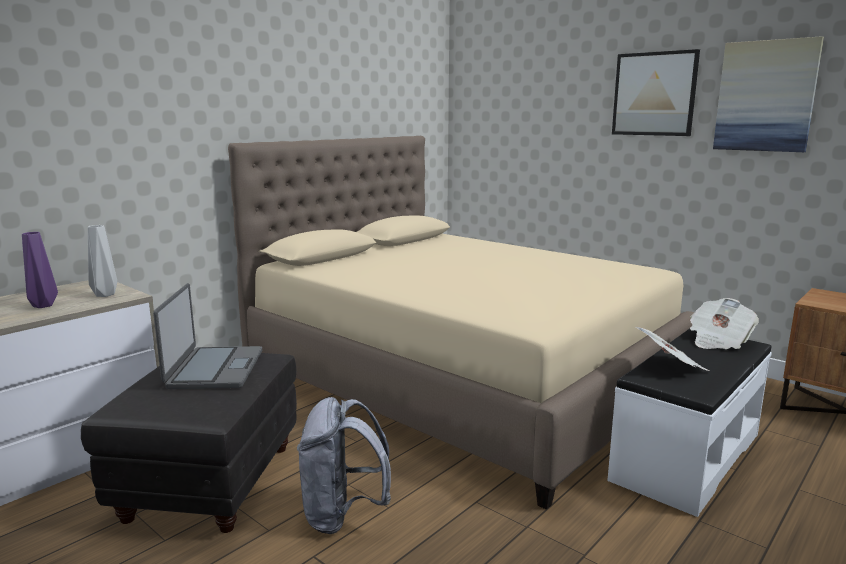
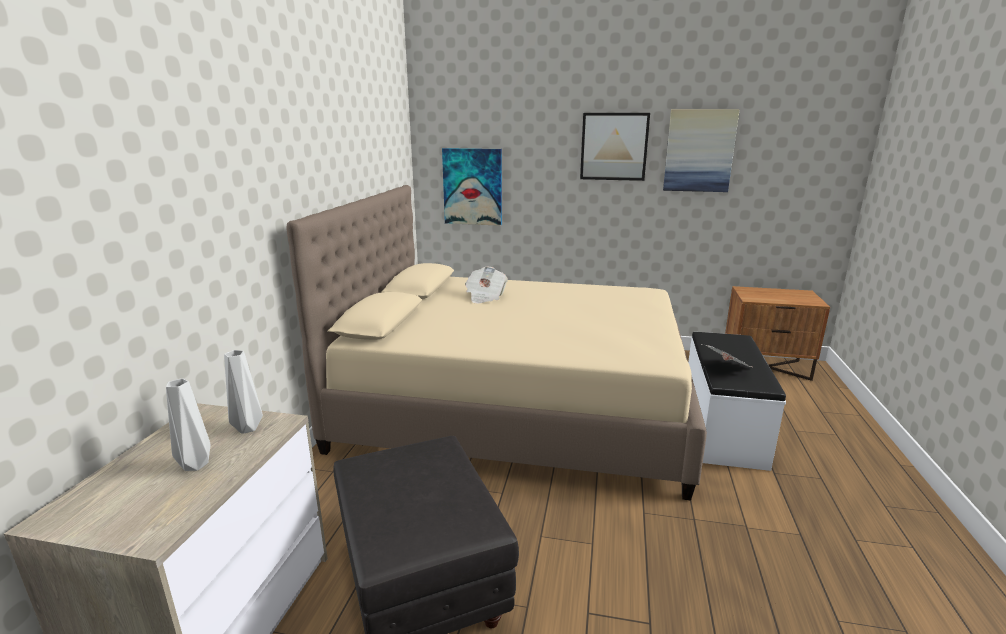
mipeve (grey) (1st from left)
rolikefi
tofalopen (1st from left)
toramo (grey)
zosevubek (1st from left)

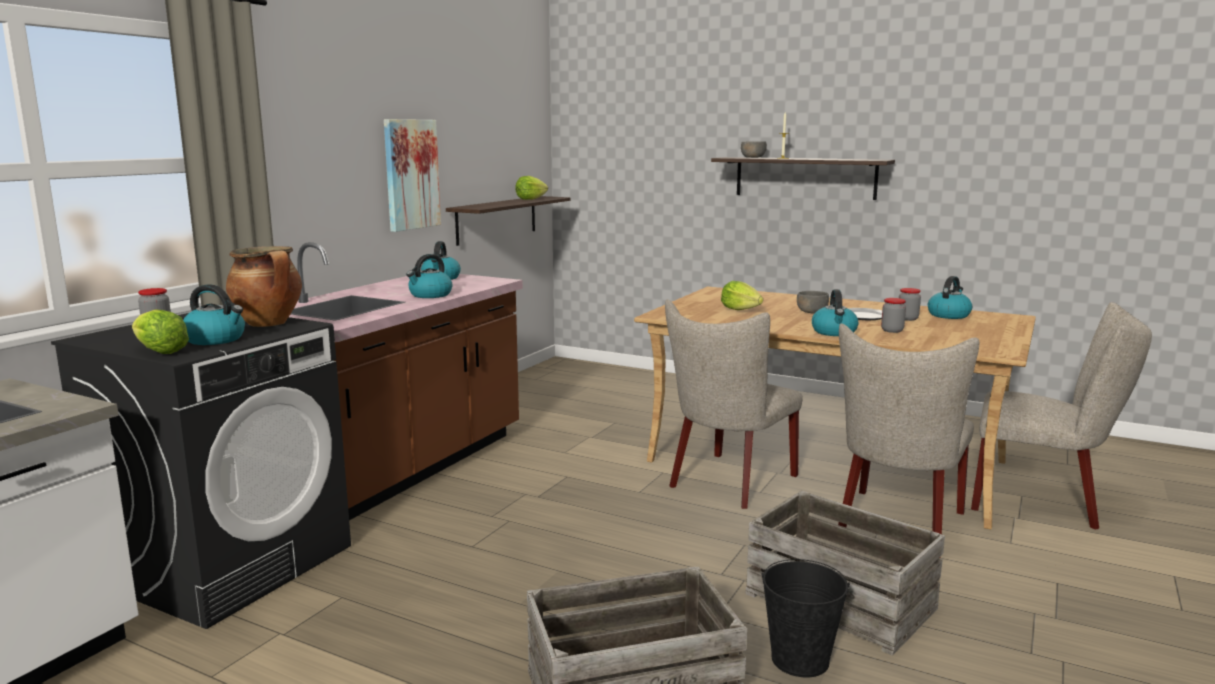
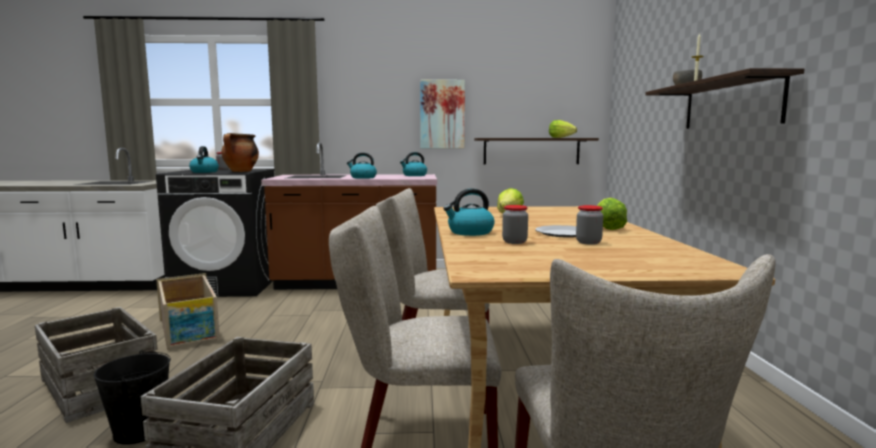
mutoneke (5th from left in the first image)
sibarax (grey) (2nd from left in the first image)
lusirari (3rd from left)
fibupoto (2nd from left)

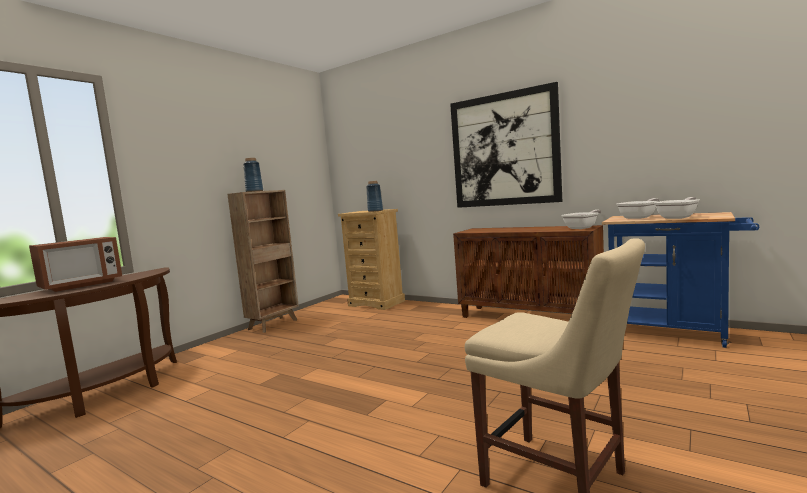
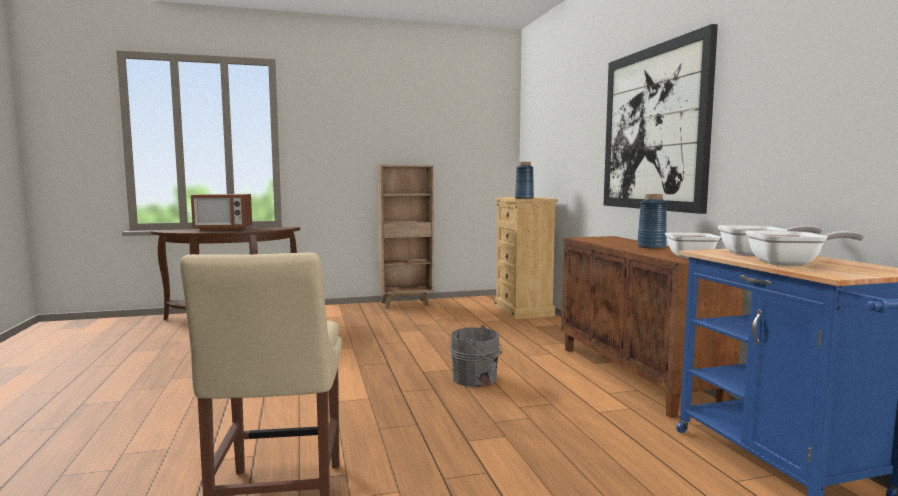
mipeve (blue) (2nd from left)
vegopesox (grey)

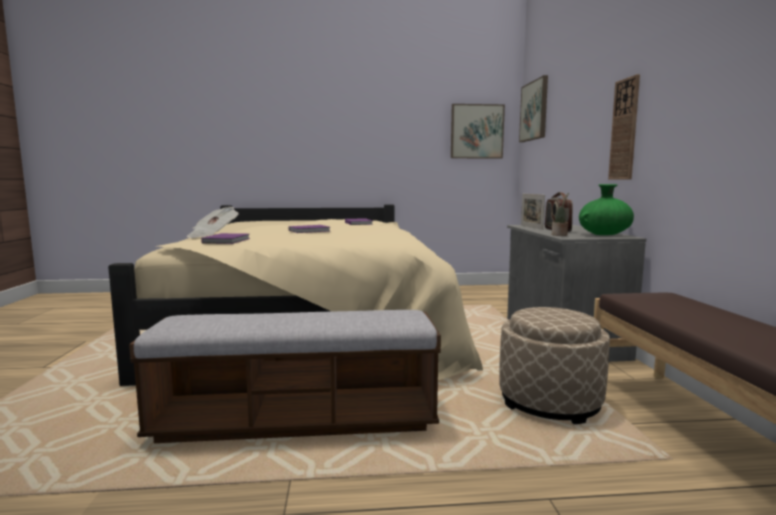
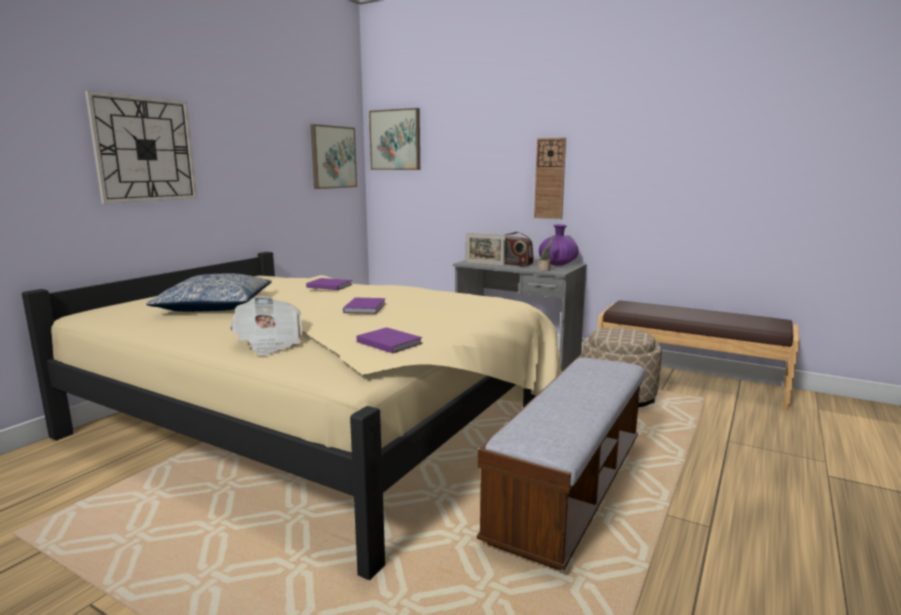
mipeve (purple)
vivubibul (1st from left)
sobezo

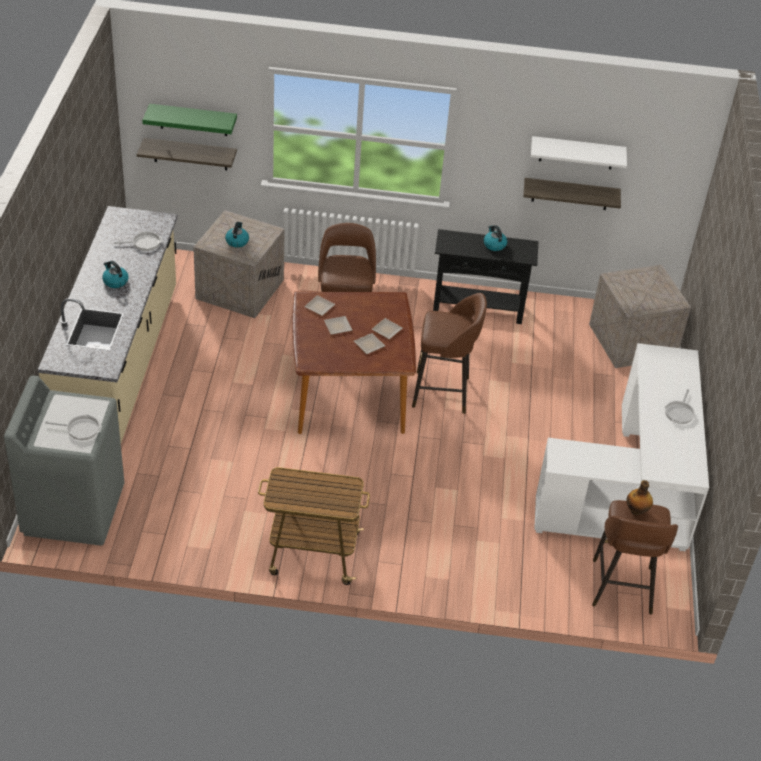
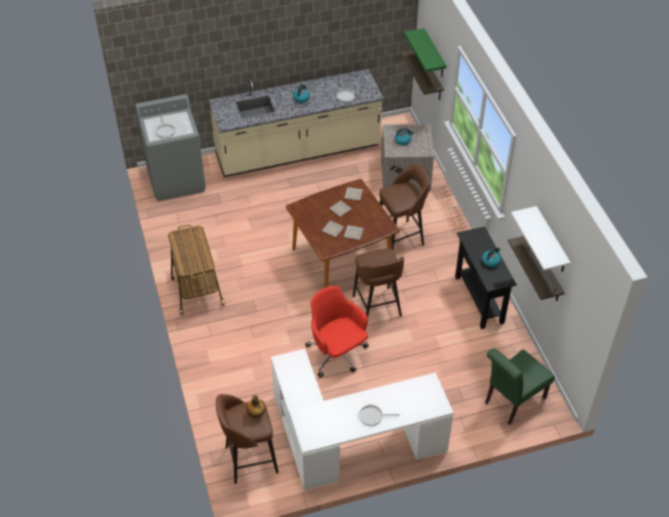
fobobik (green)
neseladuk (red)

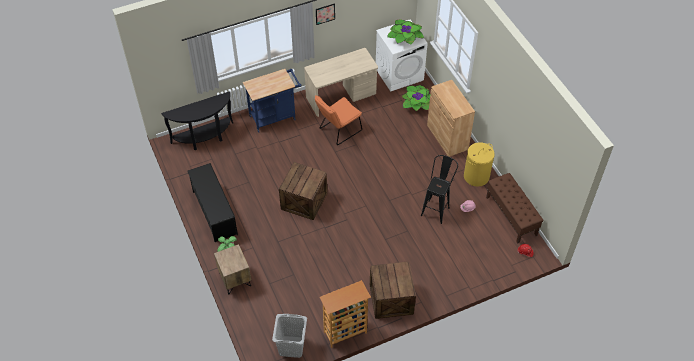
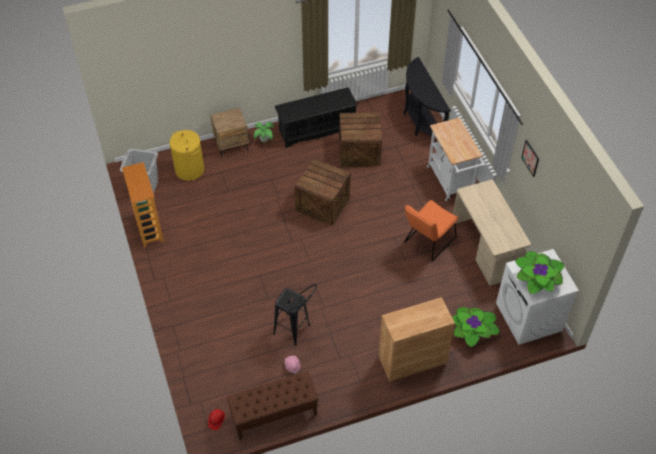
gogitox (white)
fobobik (orange)
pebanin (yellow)
fibupoto (2nd from left)

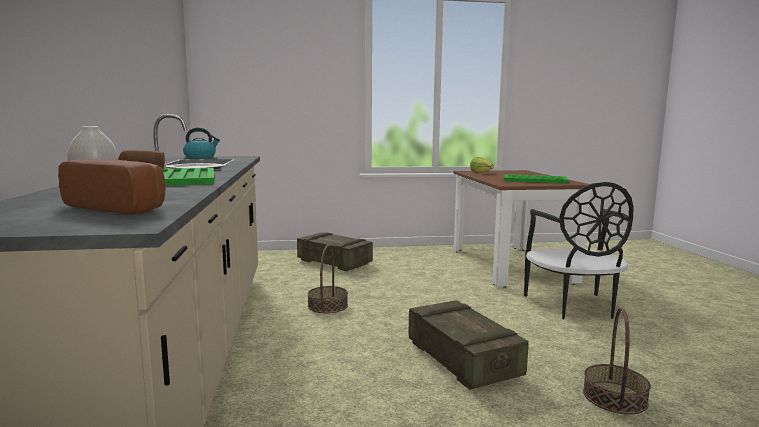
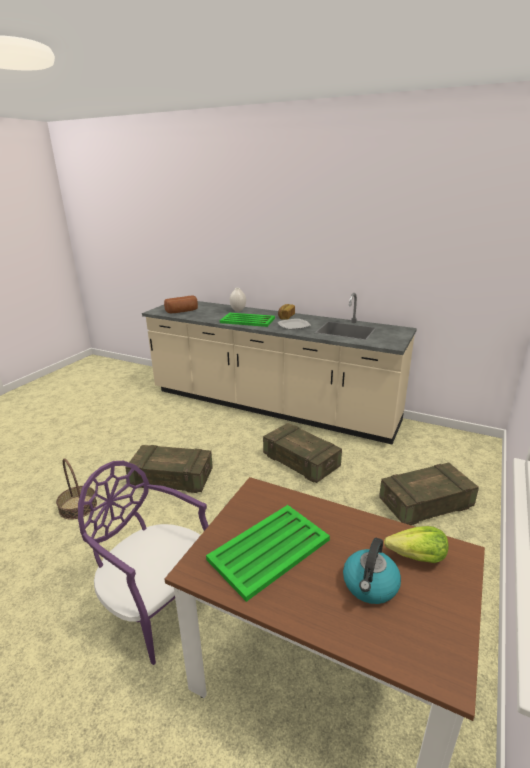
mutoneke
fobobik (purple)
fibupoto (2nd from left)

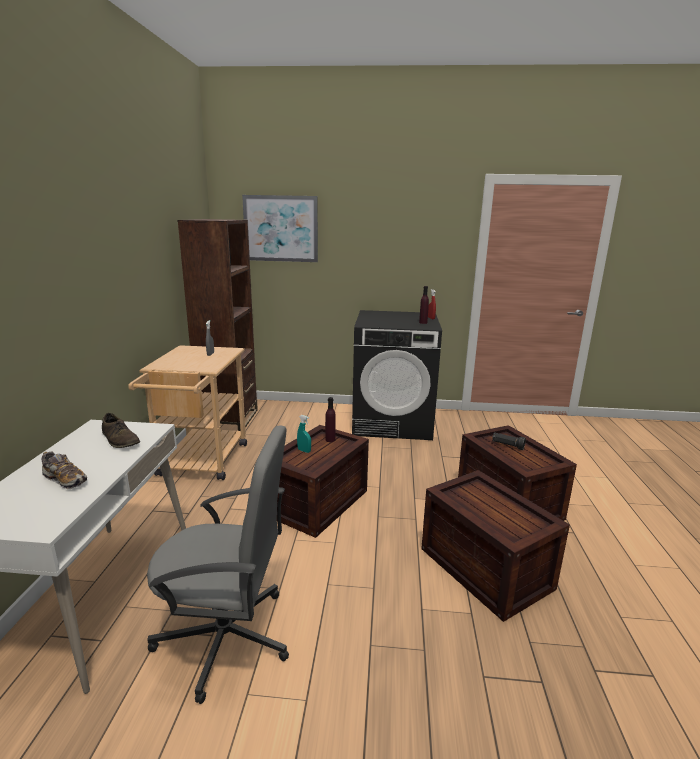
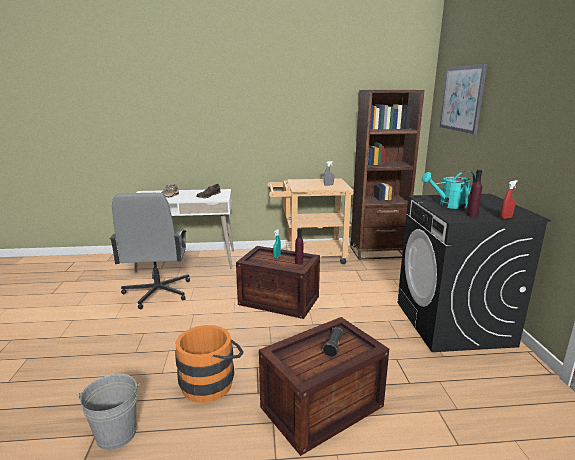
vegopesox (orange)
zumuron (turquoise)
vegopesox (grey)

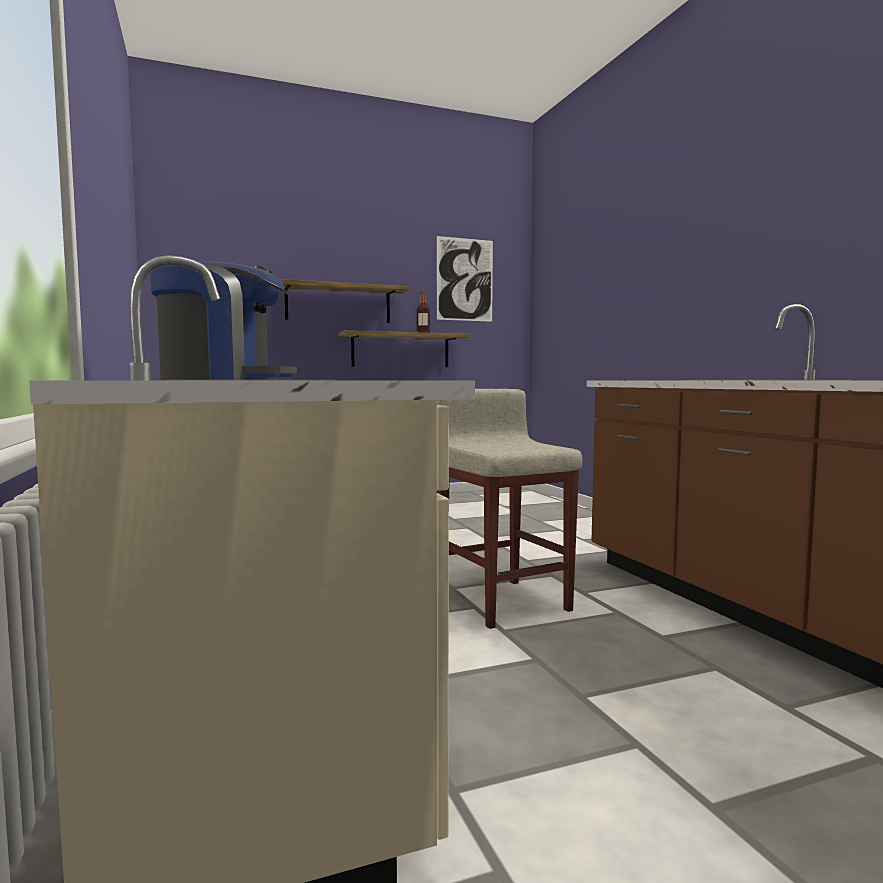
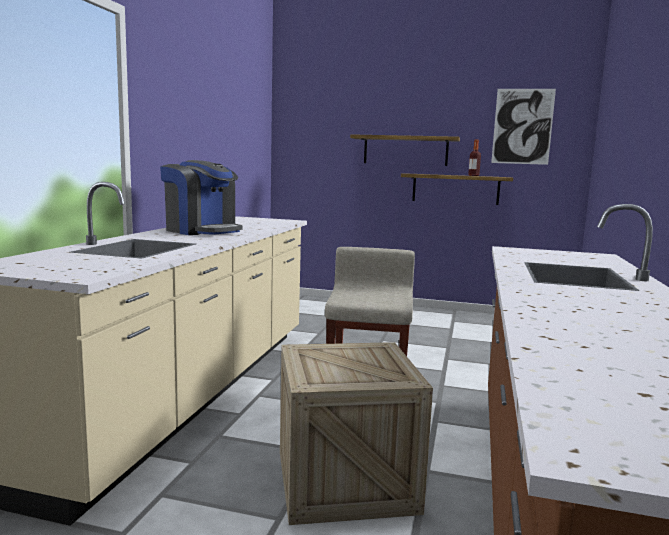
fibupoto

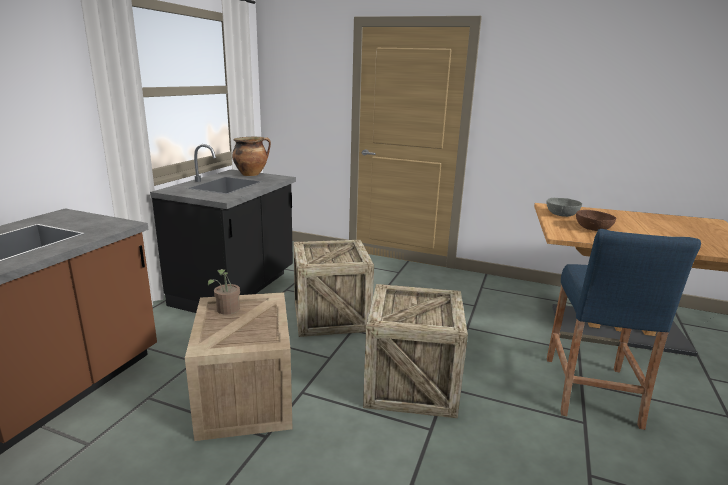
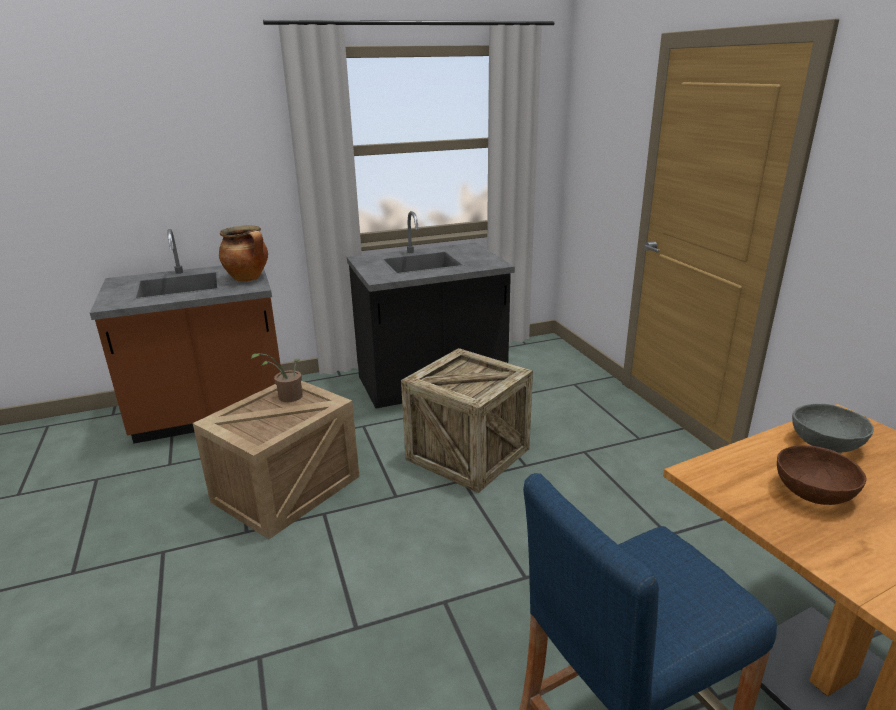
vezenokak
fibupoto (3rd from left in the first image)

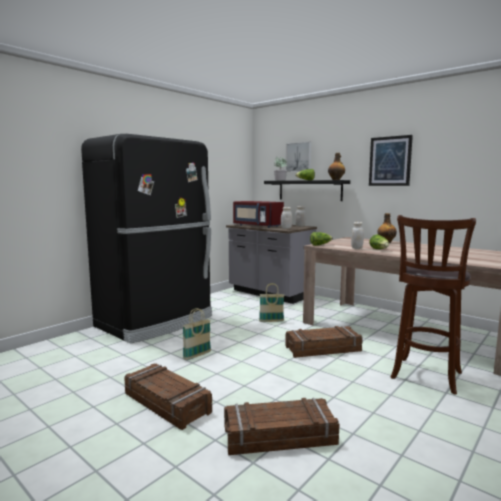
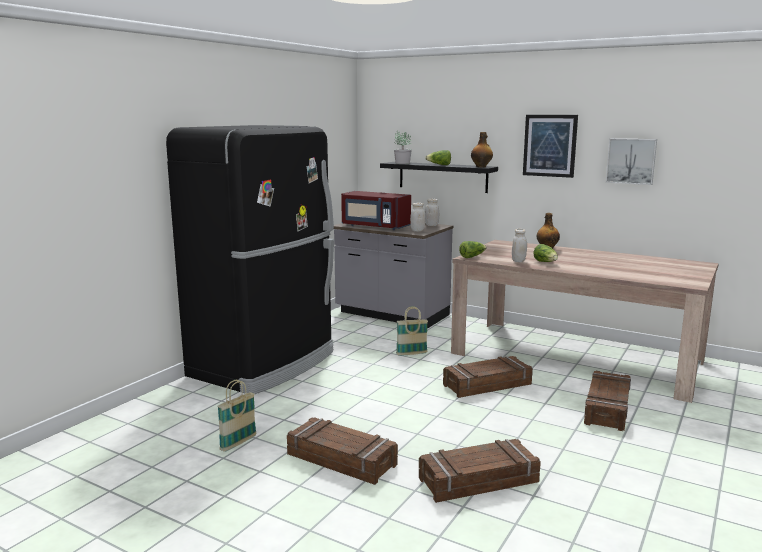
zosevubek (2nd from left)
fibupoto (4th from left)
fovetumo (1st from left)

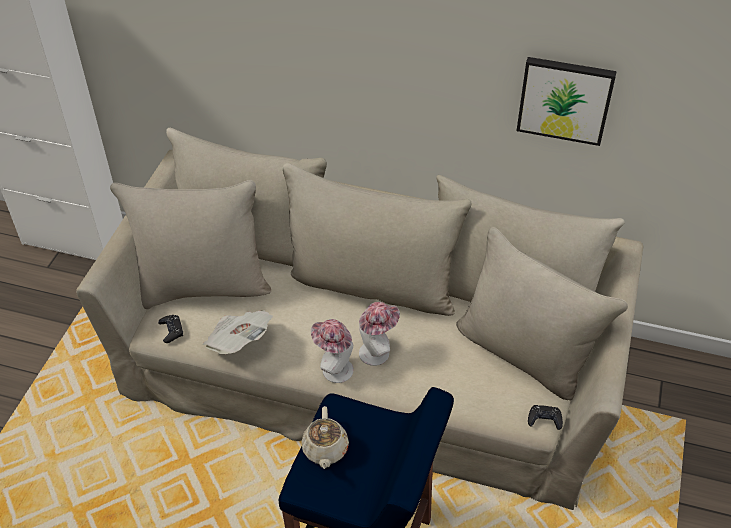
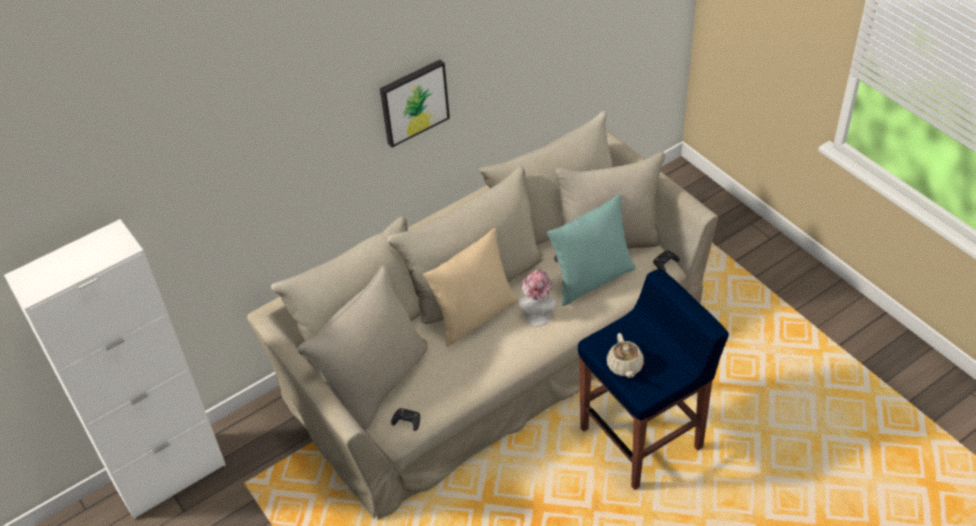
zosevubek
tofalopen
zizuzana (1st from left in the first image)
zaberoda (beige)
sobezo (turquoise)
sobezo (beige)

